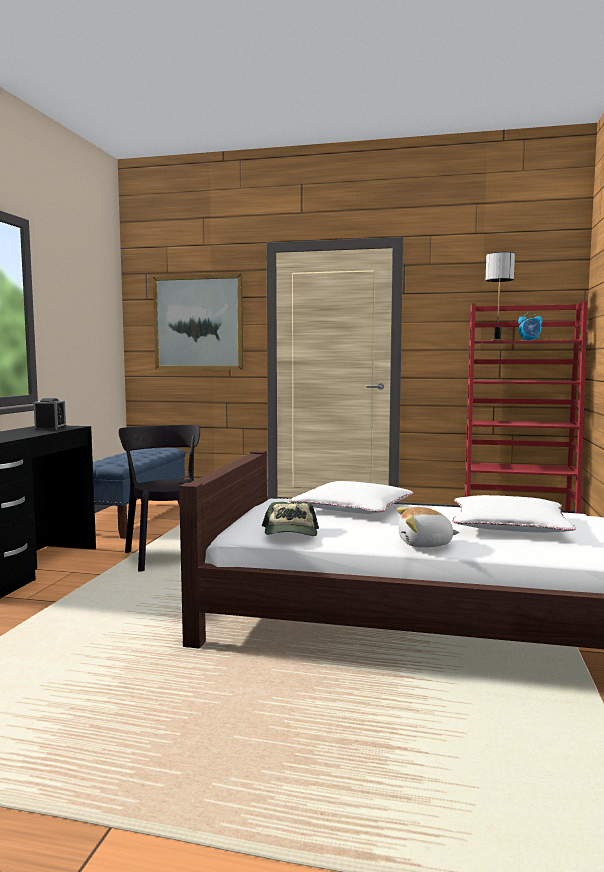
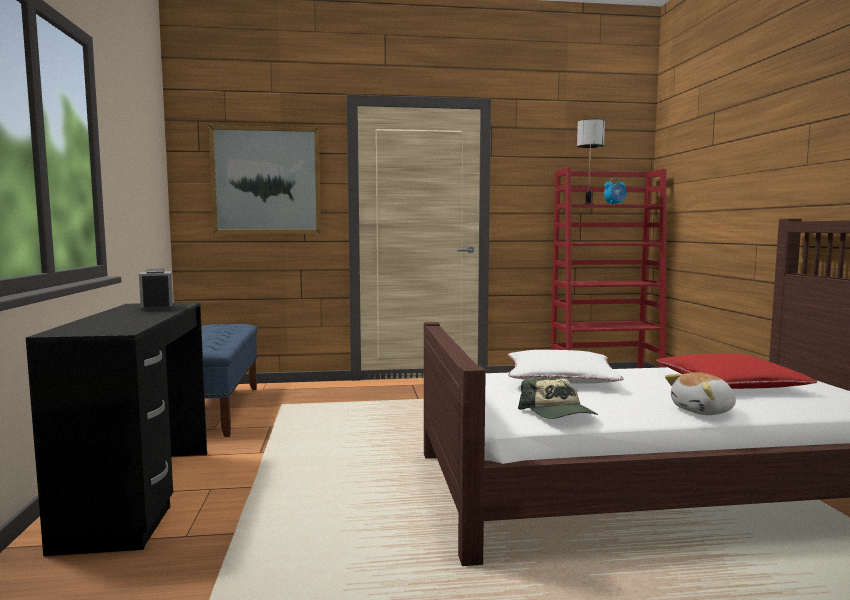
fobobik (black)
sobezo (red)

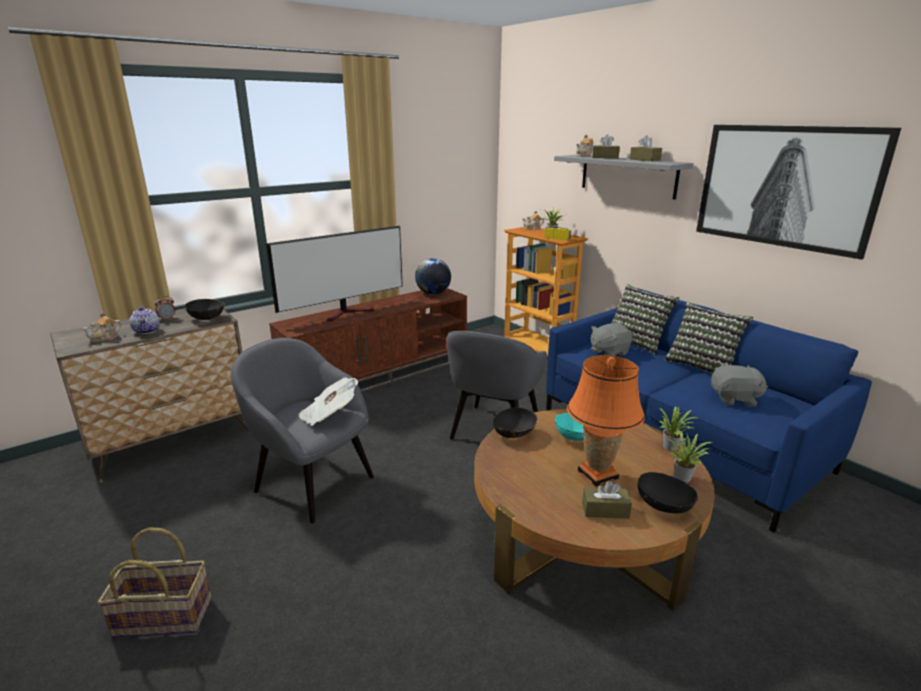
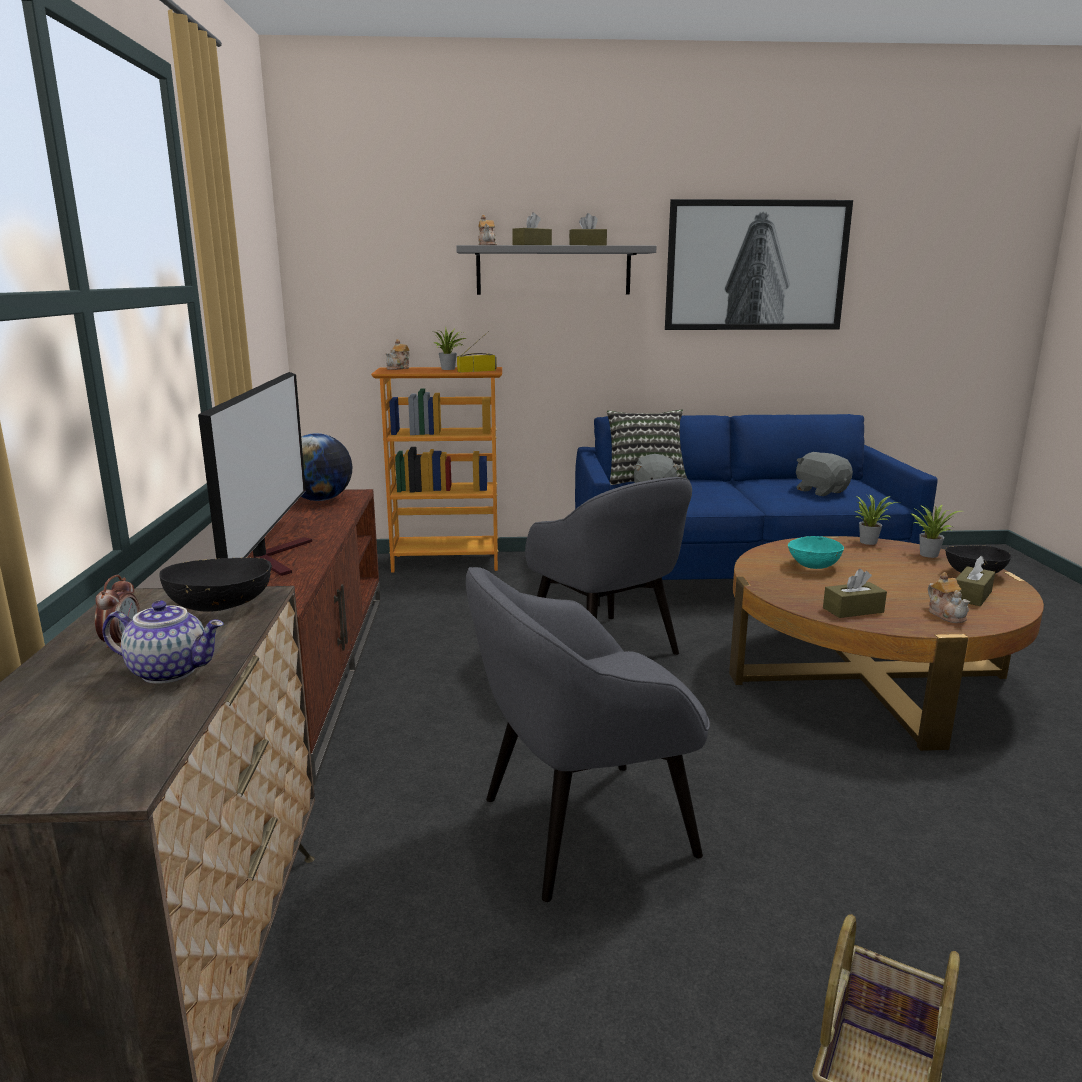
sobezo (2nd from left in the first image)
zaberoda (4th from left)
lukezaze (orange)
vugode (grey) (2nd from left)
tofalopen
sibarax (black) (2nd from left in the first image)
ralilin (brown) (3rd from left)

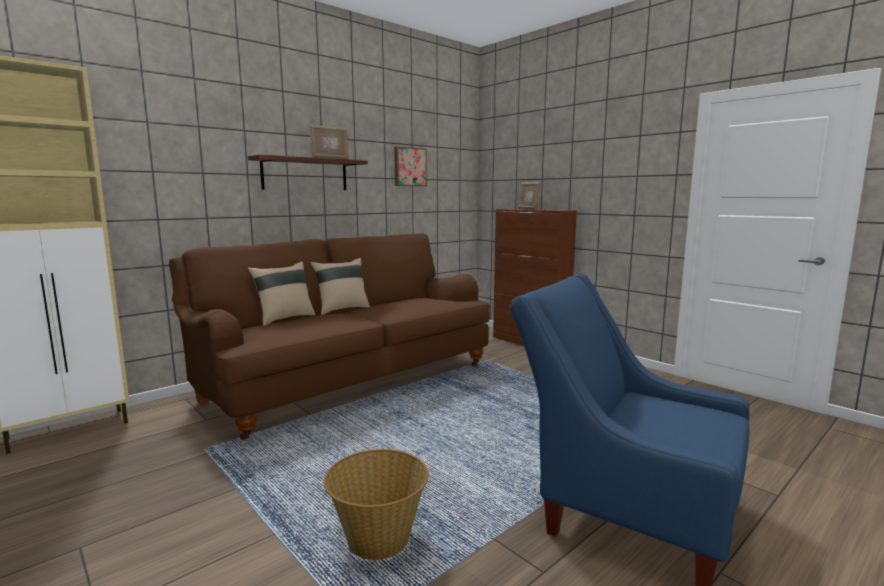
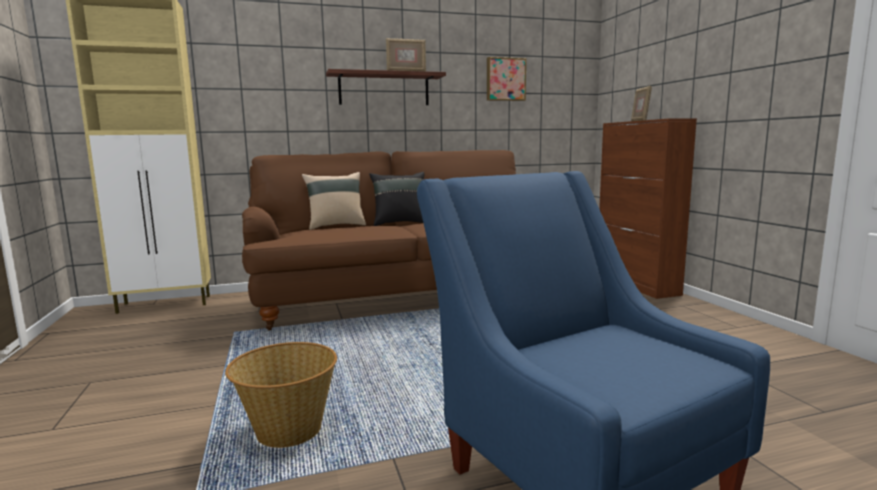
sobezo (black)

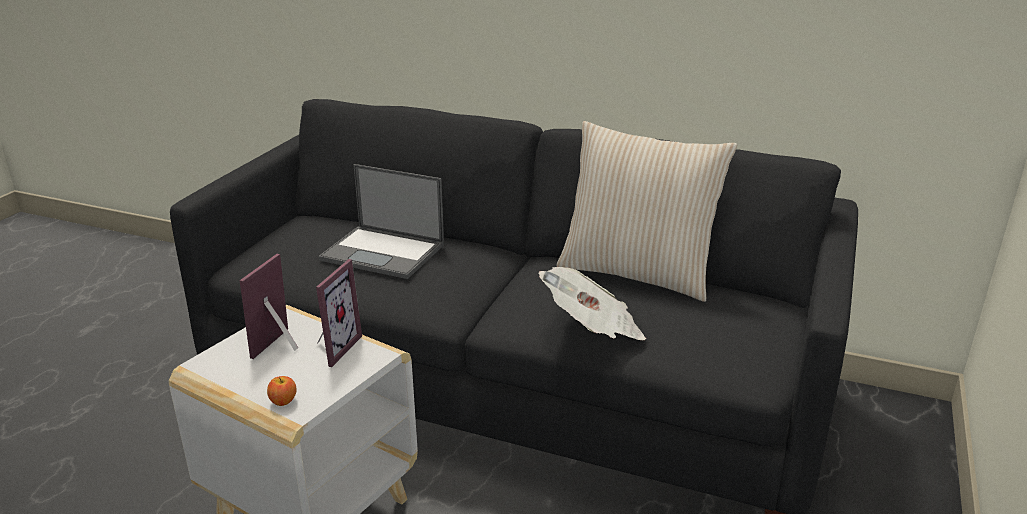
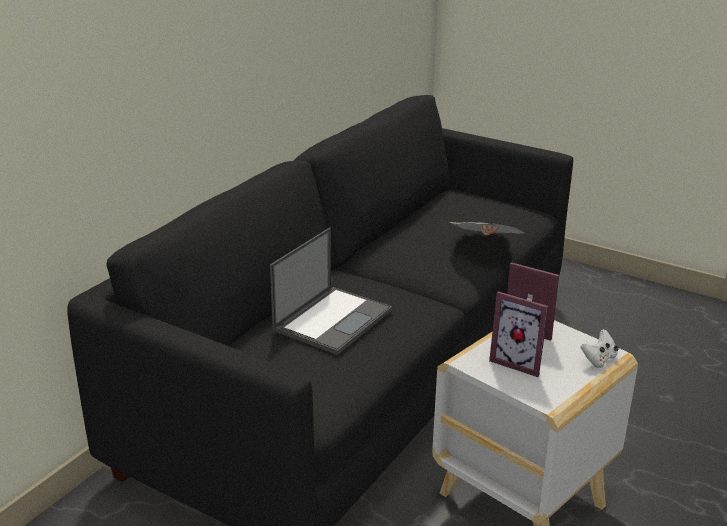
sobezo (beige)
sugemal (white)

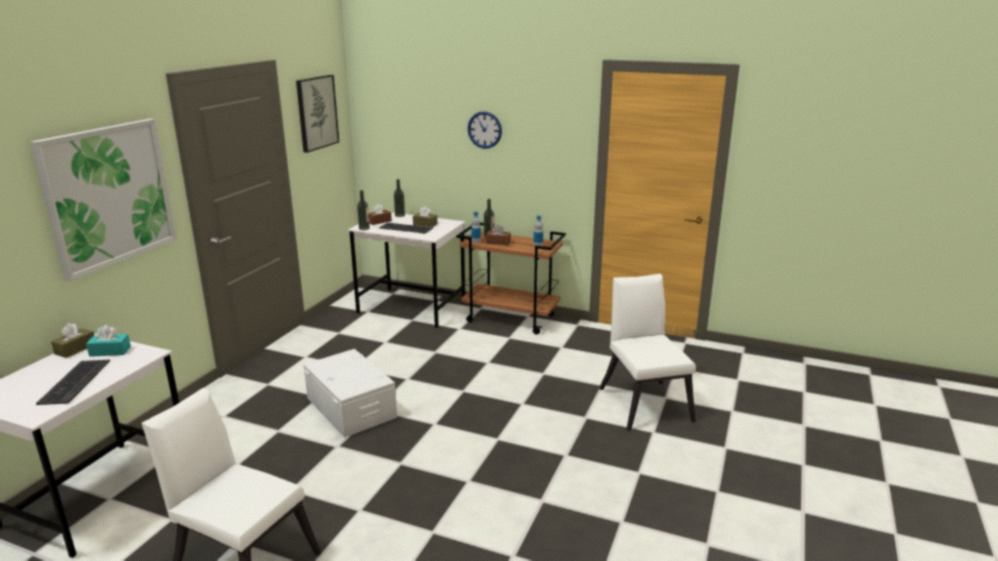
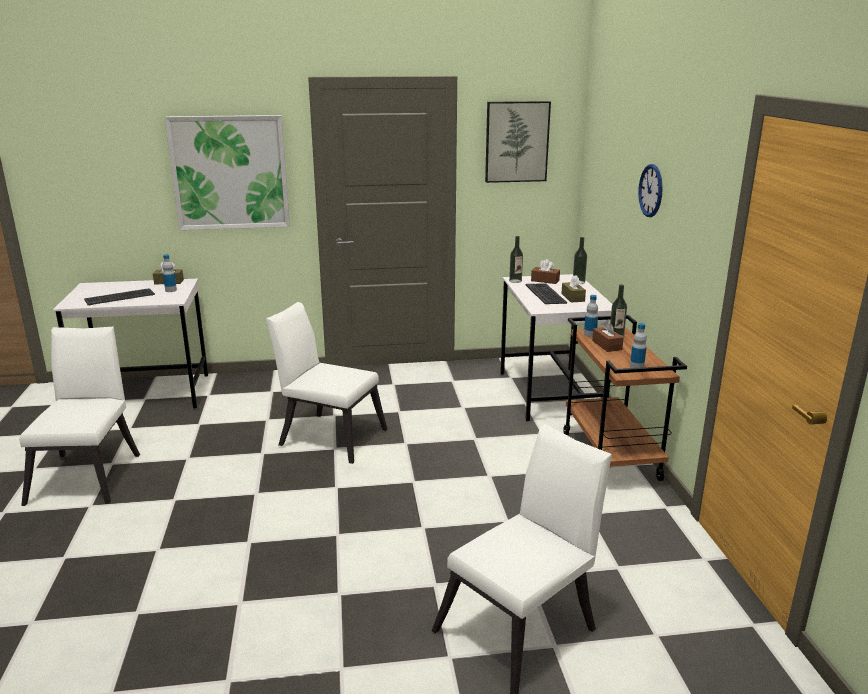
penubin (1st from left)
fobobik (white) (2nd from left)

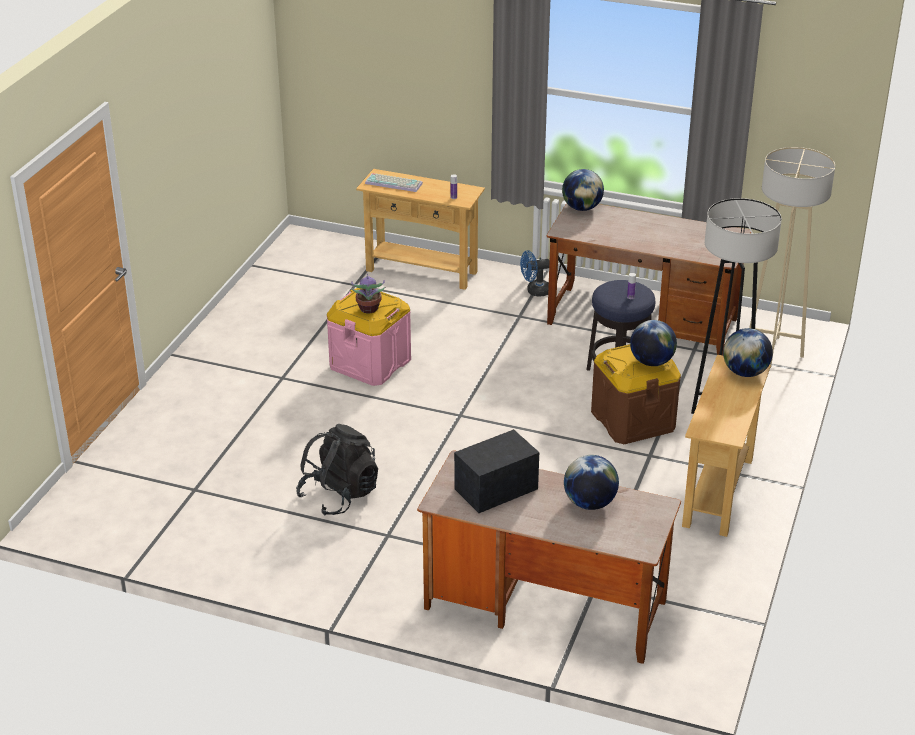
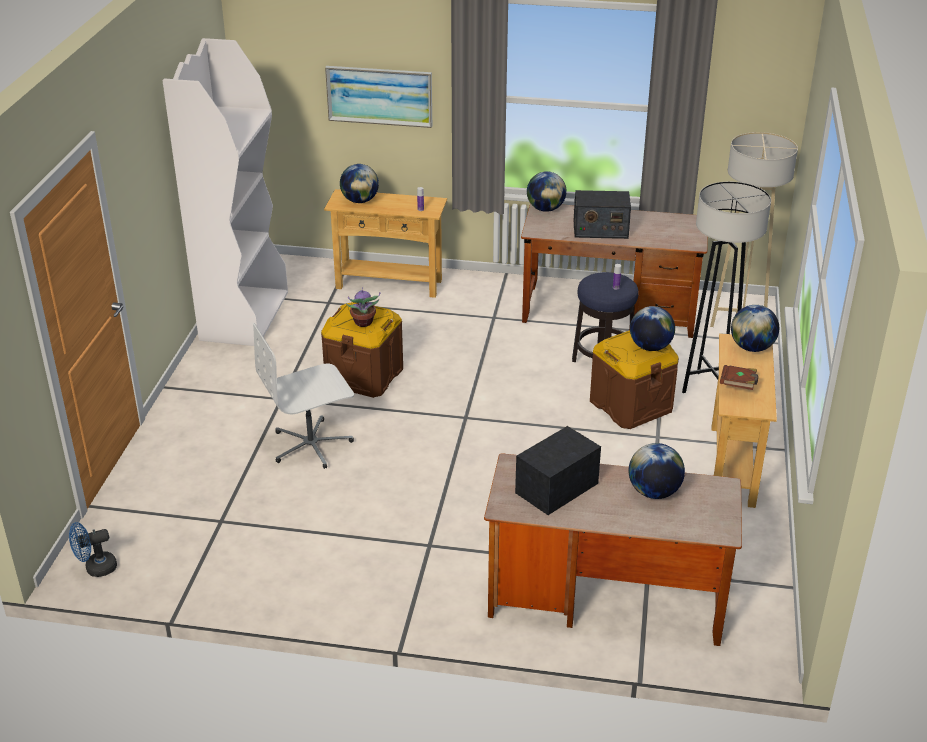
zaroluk (1st from left)
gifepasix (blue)
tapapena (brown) (1st from left)
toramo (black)
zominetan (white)
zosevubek
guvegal (2nd from left)
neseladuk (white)
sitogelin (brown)

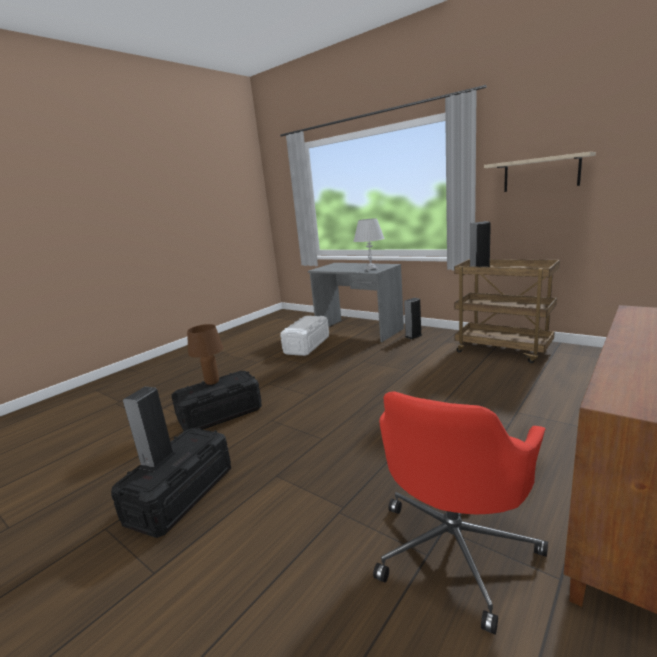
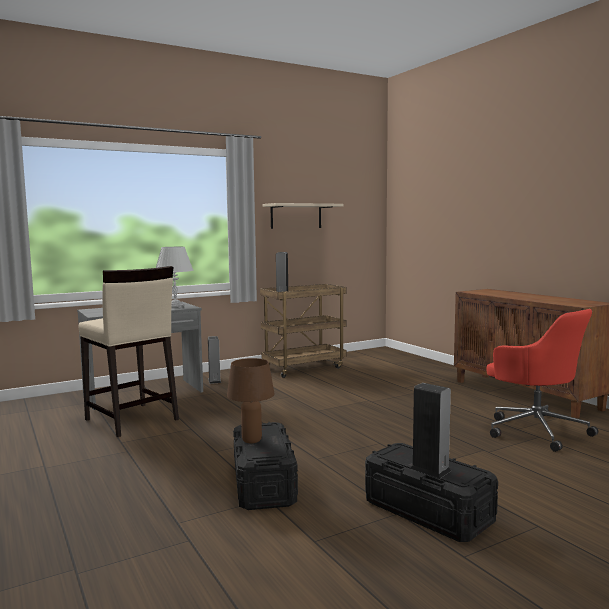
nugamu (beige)

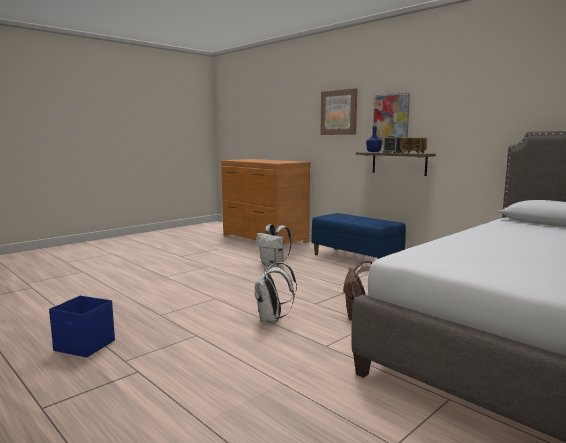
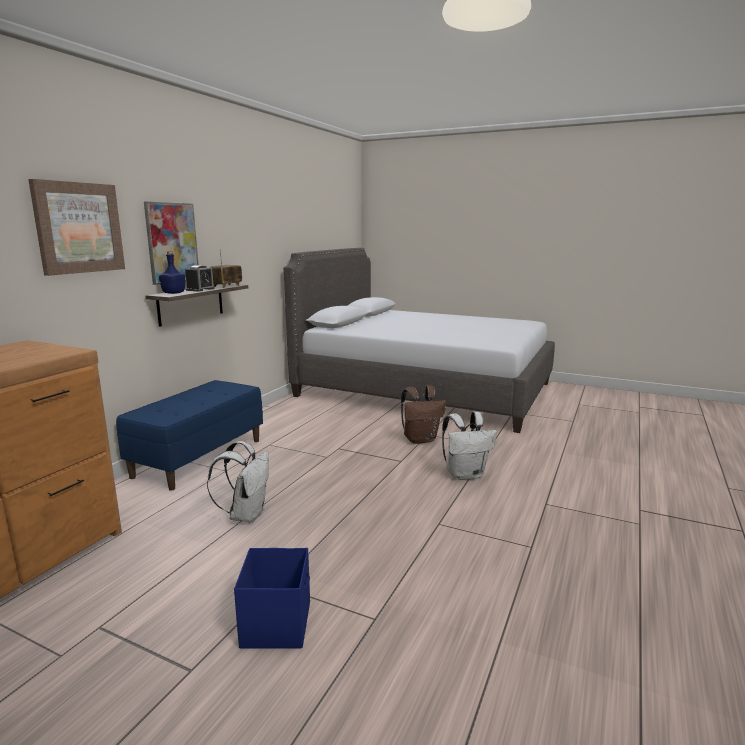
tapapena (blue)

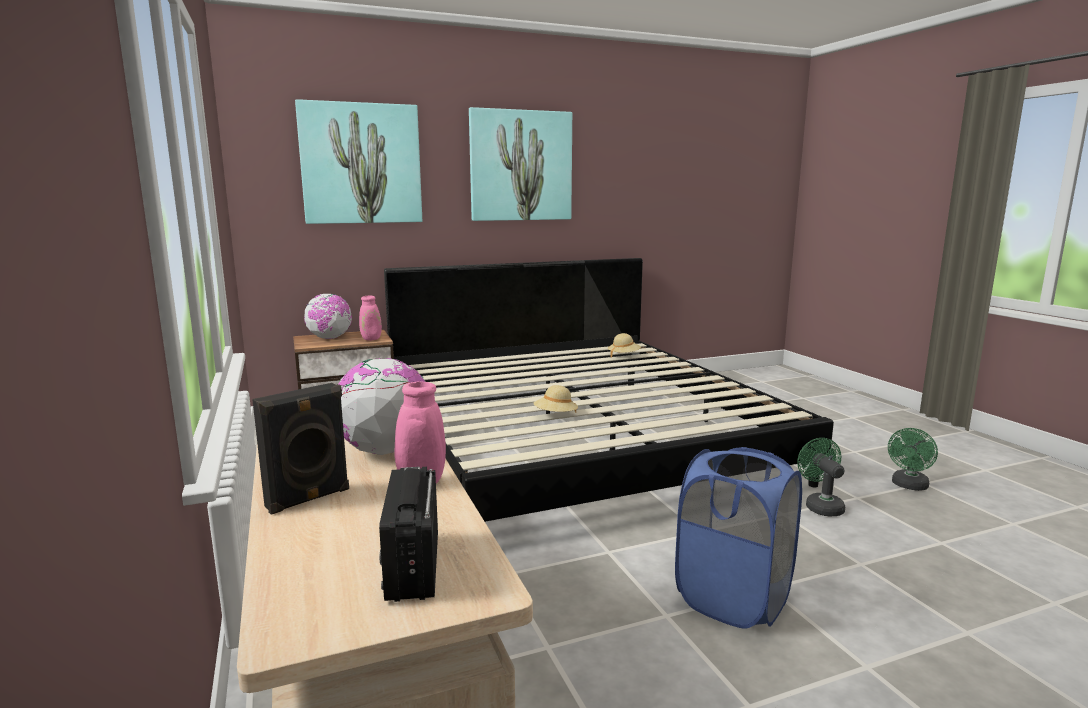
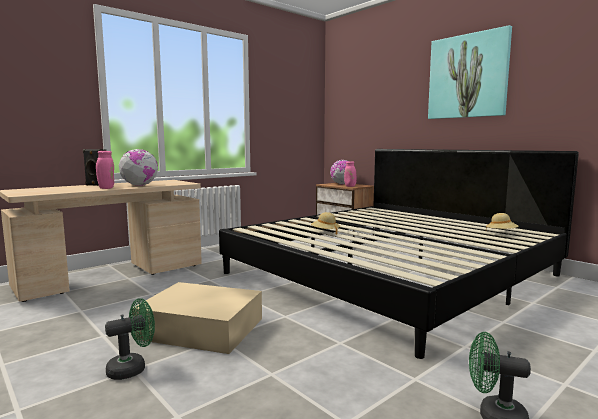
zosevubek (1st from left in the first image)
gifepasix (green) (1st from left)
tapapena (beige)
guvegal

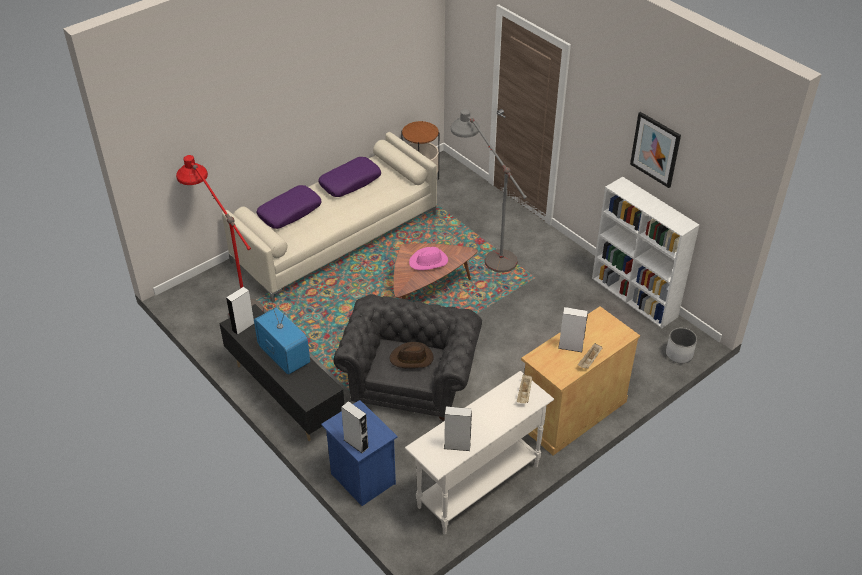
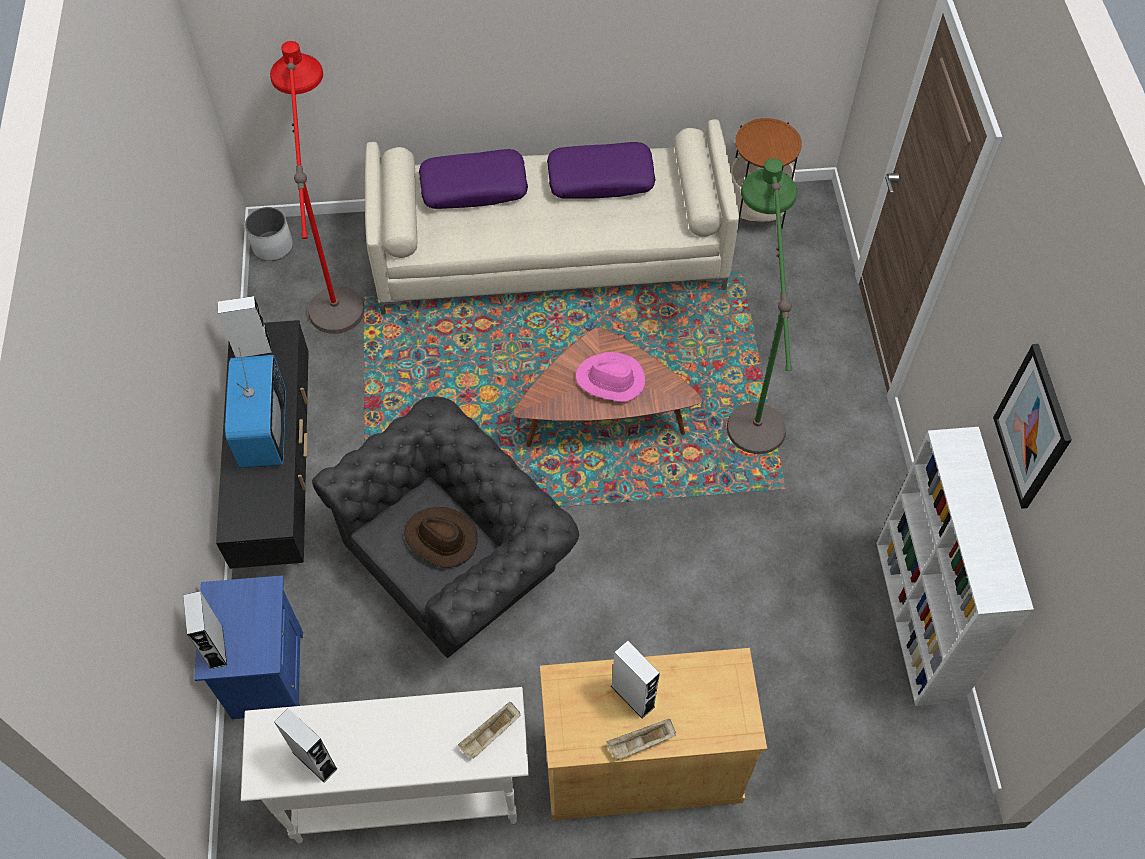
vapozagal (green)
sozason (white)

